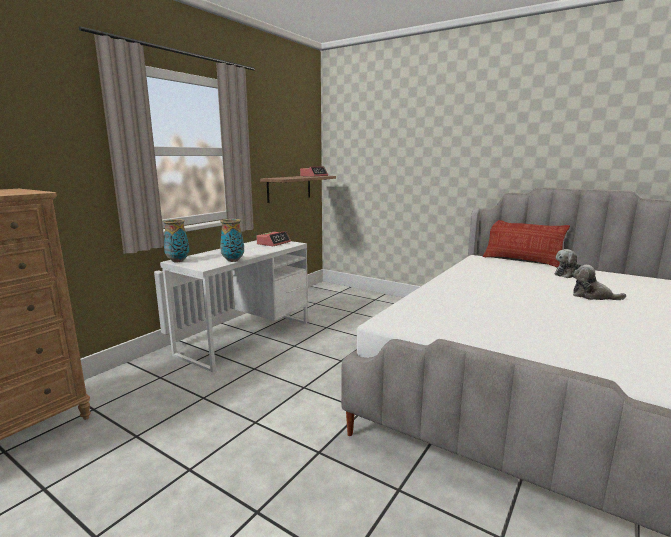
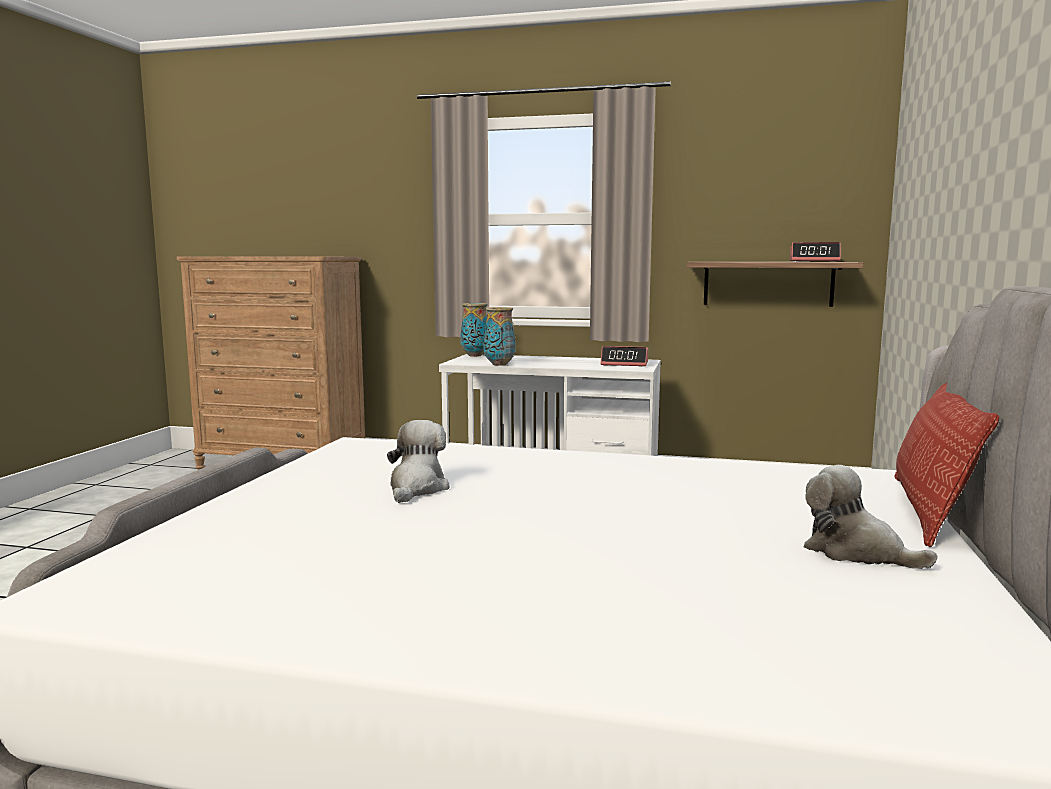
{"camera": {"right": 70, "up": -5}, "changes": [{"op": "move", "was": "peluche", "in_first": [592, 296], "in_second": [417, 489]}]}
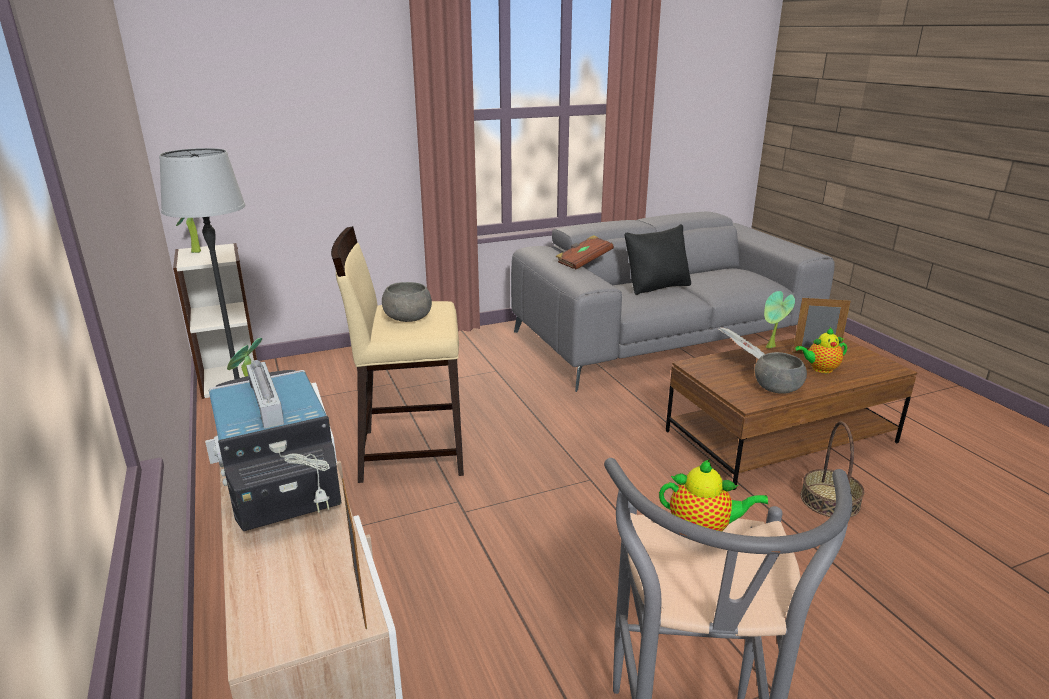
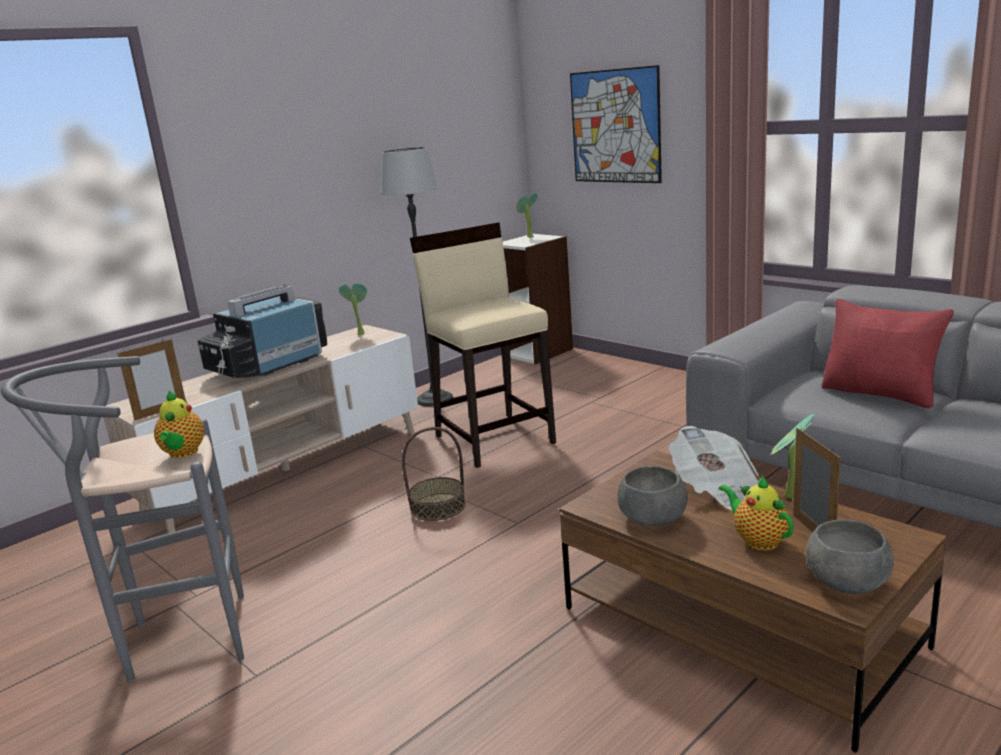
{"camera": {"right": 70, "up": -5}, "changes": [{"op": "move", "was": "cuenco/gris", "in_first": [408, 318], "in_second": [847, 581]}, {"op": "delete", "was": "libro/marrón", "in_first": [583, 262]}, {"op": "recolor", "was": "cojín/negro", "now": "cojín/rojo", "in_first": [657, 287], "in_second": [880, 394]}, {"op": "move", "was": "cesta", "in_first": [829, 501], "in_second": [438, 507]}, {"op": "insert", "now": "cuadro", "in_second": [615, 126]}]}
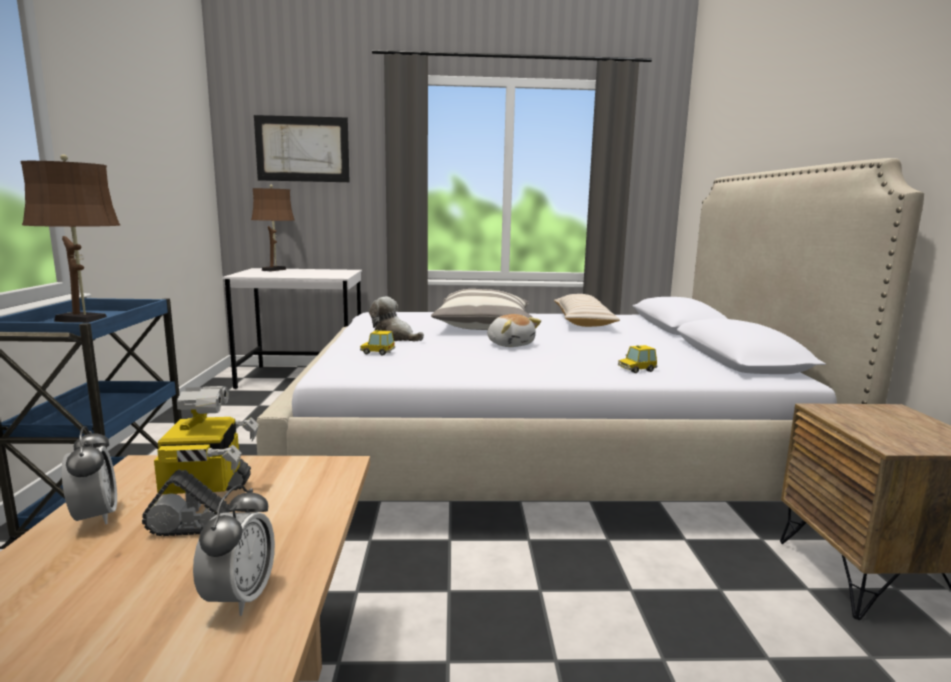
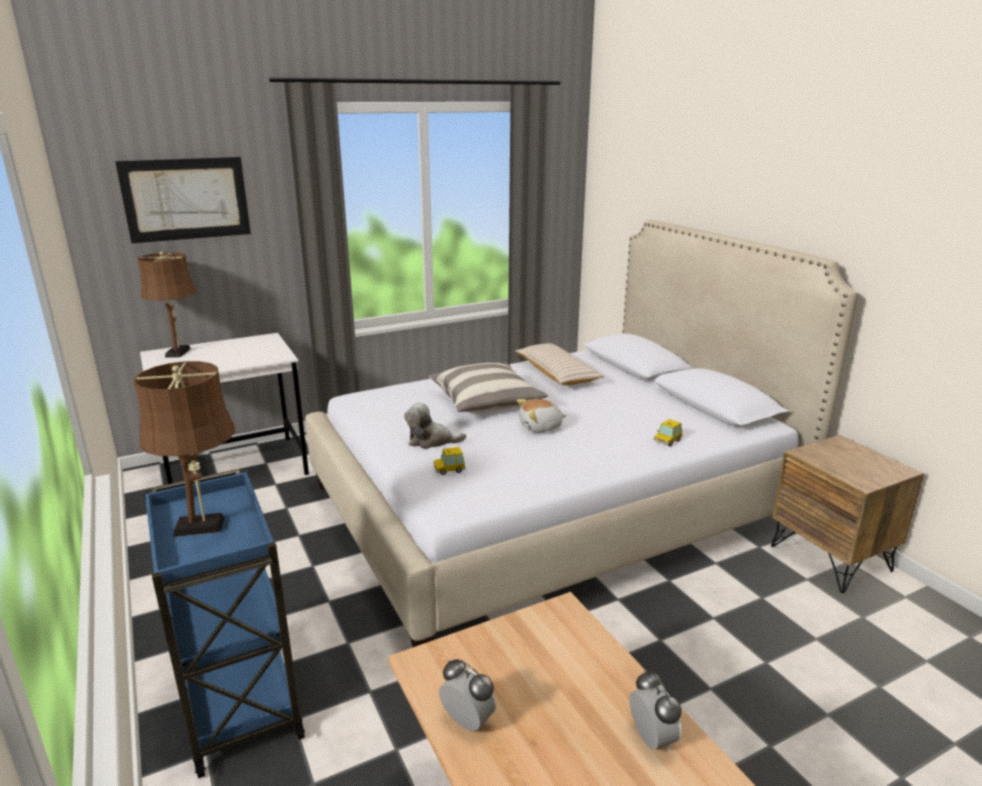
{"camera": {"right": -25, "up": 10}, "changes": [{"op": "delete", "was": "robot de juguete", "in_first": [205, 506]}, {"op": "rotate", "was": "peluche", "in_first": [510, 344], "in_second": [541, 427], "clockwise": 135}]}
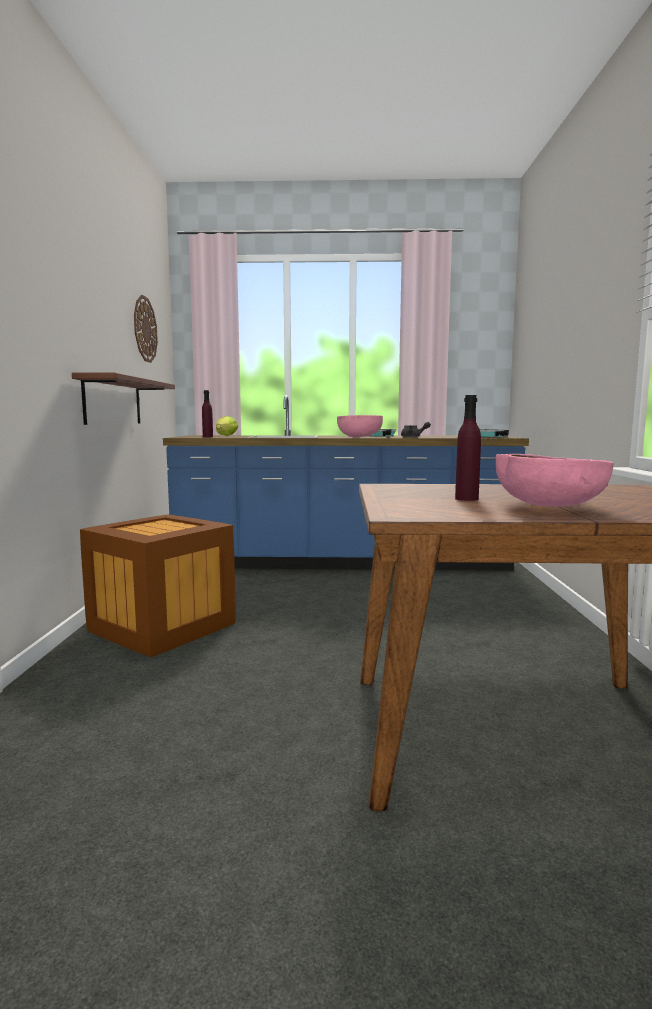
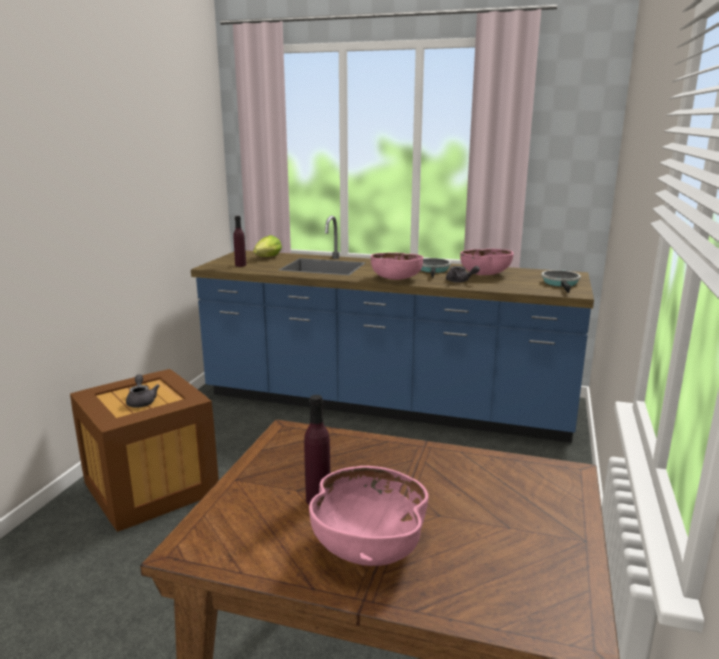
{"camera": {"right": 15, "up": 10}, "changes": [{"op": "delete", "was": "estante/marrón", "in_first": [113, 401]}, {"op": "delete", "was": "reloj de pared", "in_first": [144, 329]}, {"op": "insert", "now": "tetera/gris", "in_second": [141, 401]}, {"op": "insert", "now": "cuenco/rosa", "in_second": [485, 274]}]}
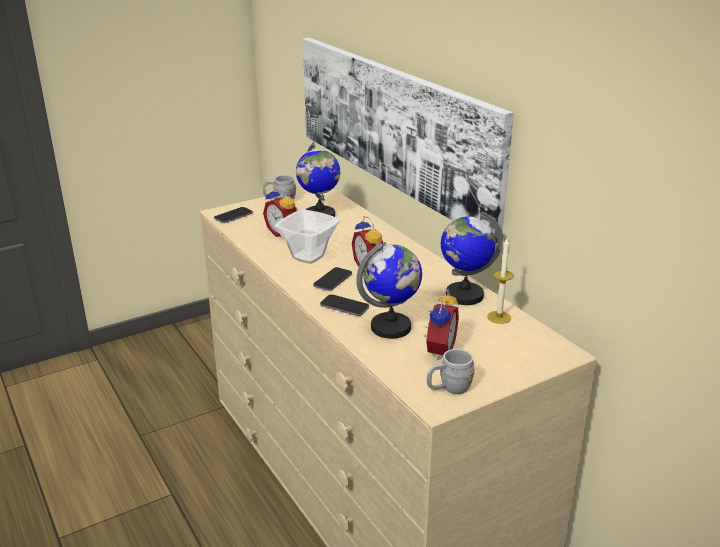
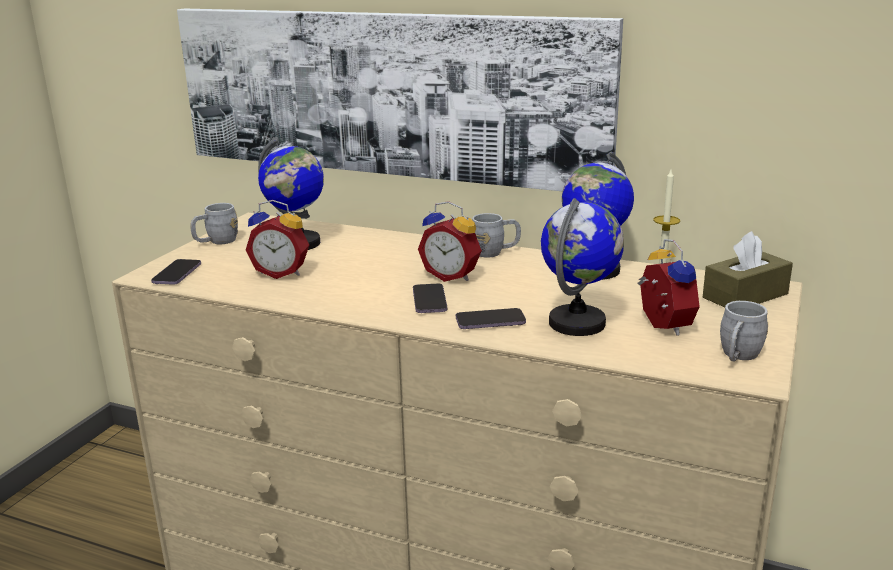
{"camera": {"right": -35, "up": -5}, "changes": [{"op": "delete", "was": "cuenco", "in_first": [310, 256]}, {"op": "insert", "now": "taza grande/gris", "in_second": [495, 252]}, {"op": "insert", "now": "caja de pañuelos/marrón", "in_second": [745, 296]}]}
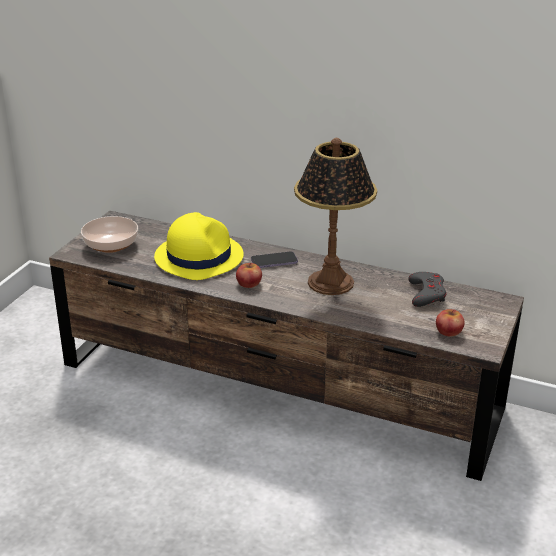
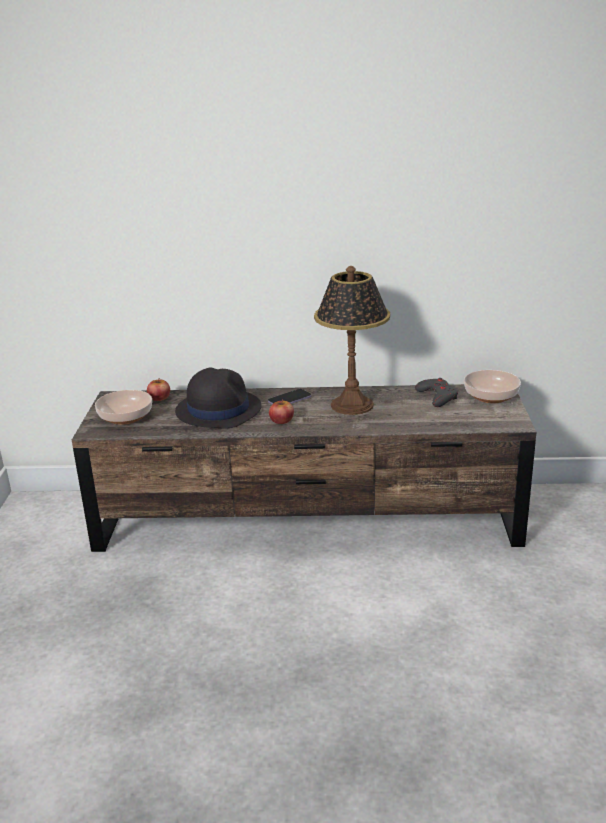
{"camera": {"right": -20, "up": -5}, "changes": [{"op": "recolor", "was": "sombrero/amarillo", "now": "sombrero/negro", "in_first": [199, 256], "in_second": [218, 409]}, {"op": "move", "was": "manzana", "in_first": [449, 331], "in_second": [159, 398]}, {"op": "insert", "now": "cuenco", "in_second": [490, 396]}]}
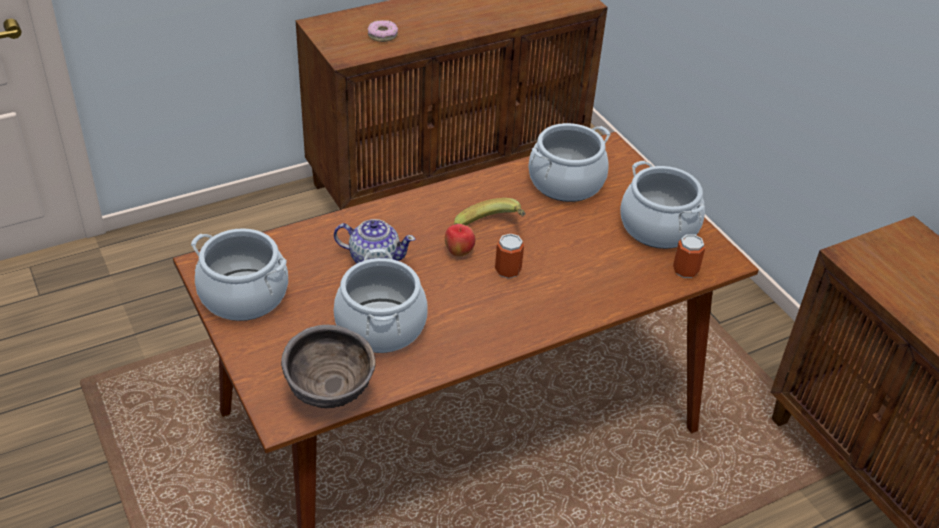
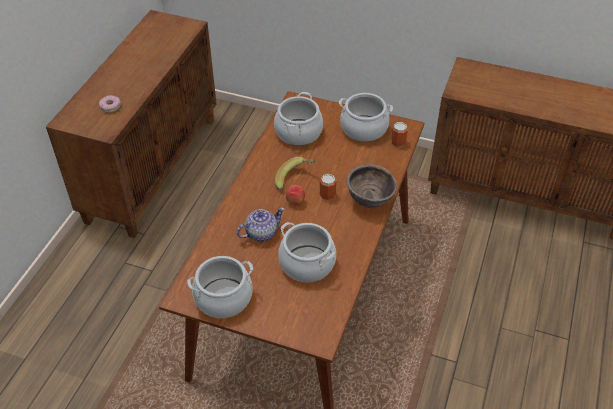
{"camera": {"right": -40, "up": 5}, "changes": [{"op": "move", "was": "cuenco/marrón", "in_first": [329, 395], "in_second": [370, 201]}]}
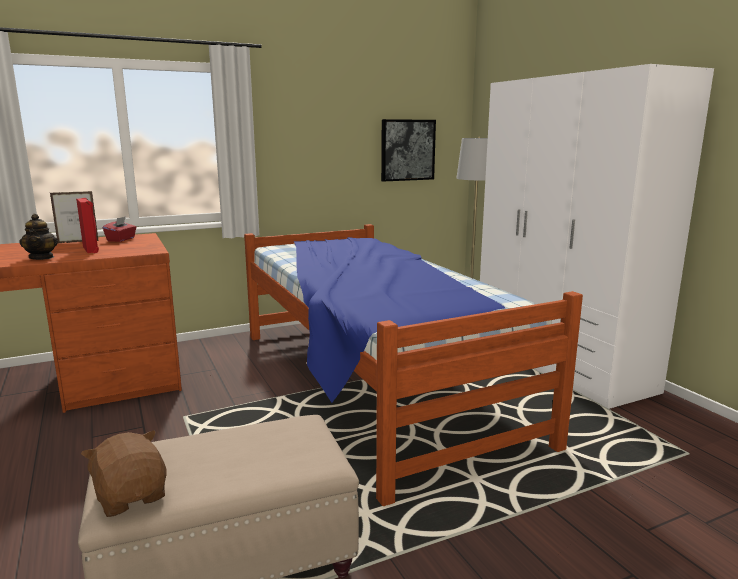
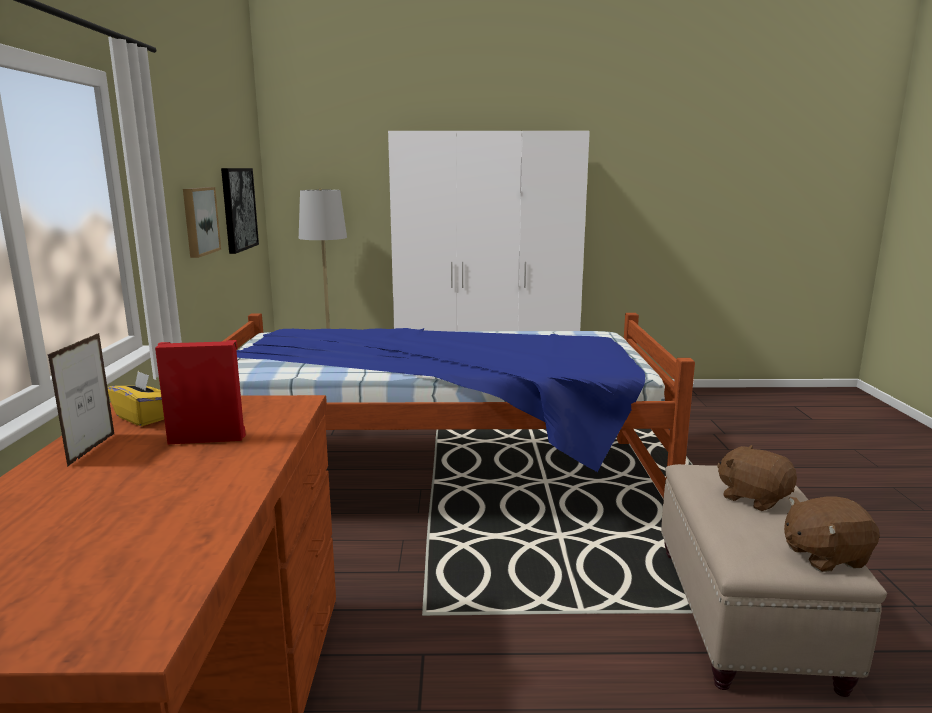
{"camera": {"right": -65, "up": 0}, "changes": [{"op": "delete", "was": "tetera", "in_first": [42, 257]}, {"op": "recolor", "was": "caja de pañuelos/rojo", "now": "caja de pañuelos/amarillo", "in_first": [121, 239], "in_second": [143, 417]}, {"op": "insert", "now": "cuadro", "in_second": [199, 221]}, {"op": "insert", "now": "peluche/marrón", "in_second": [753, 498]}]}
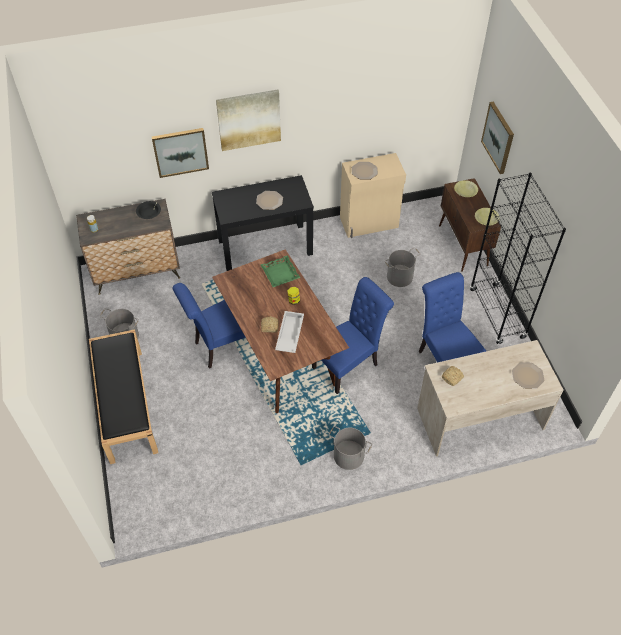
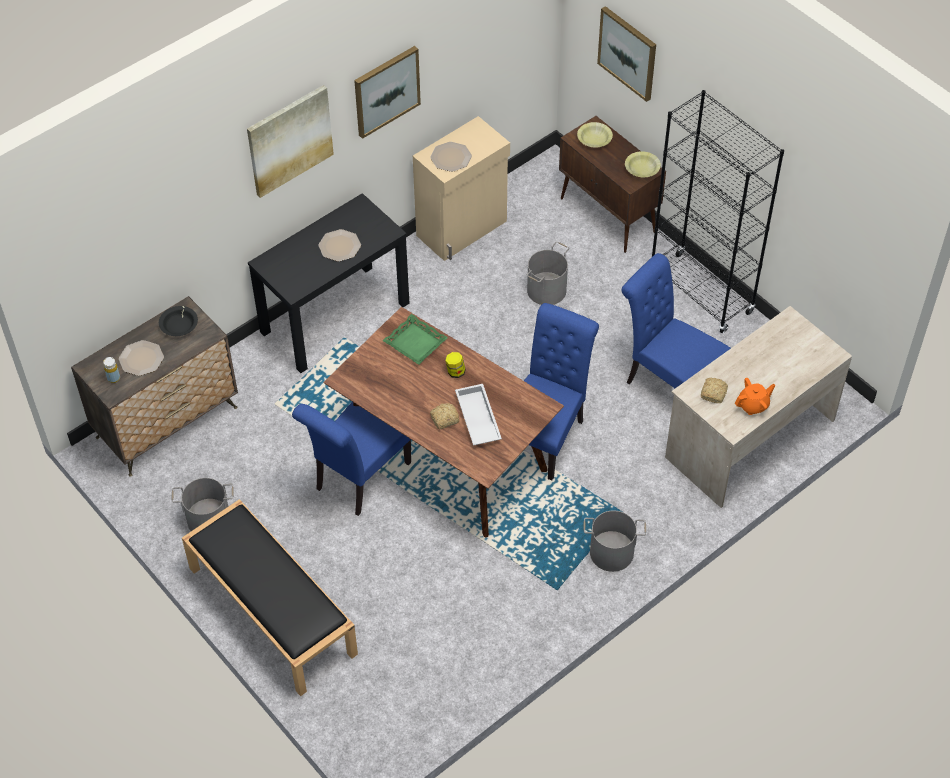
{"camera": {"right": -25, "up": 0}, "changes": [{"op": "move", "was": "cuadro", "in_first": [180, 152], "in_second": [386, 91]}, {"op": "move", "was": "plato", "in_first": [527, 375], "in_second": [141, 358]}, {"op": "insert", "now": "tetera/naranja", "in_second": [753, 405]}]}
